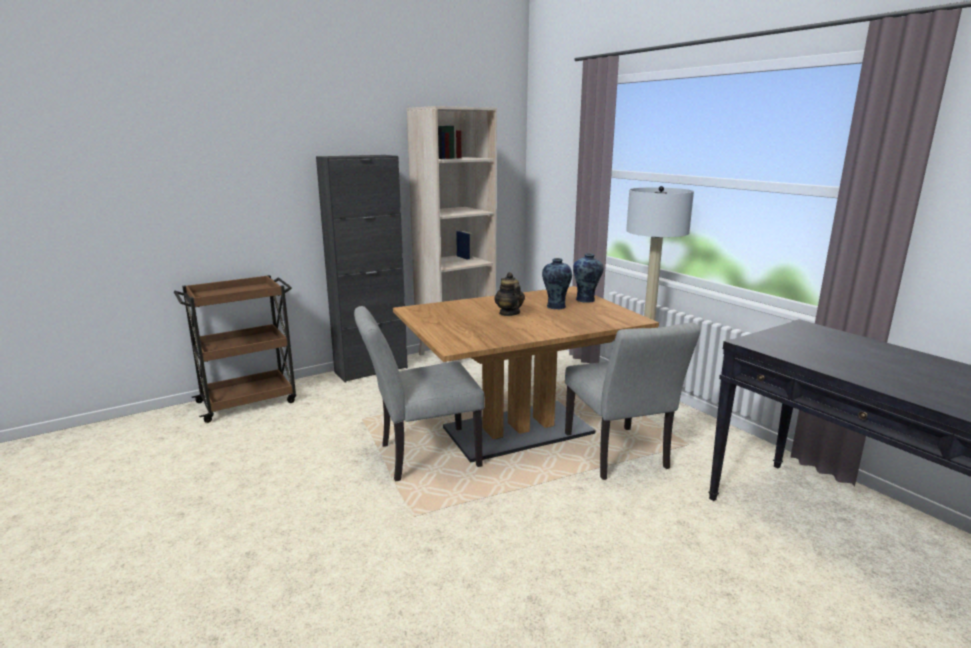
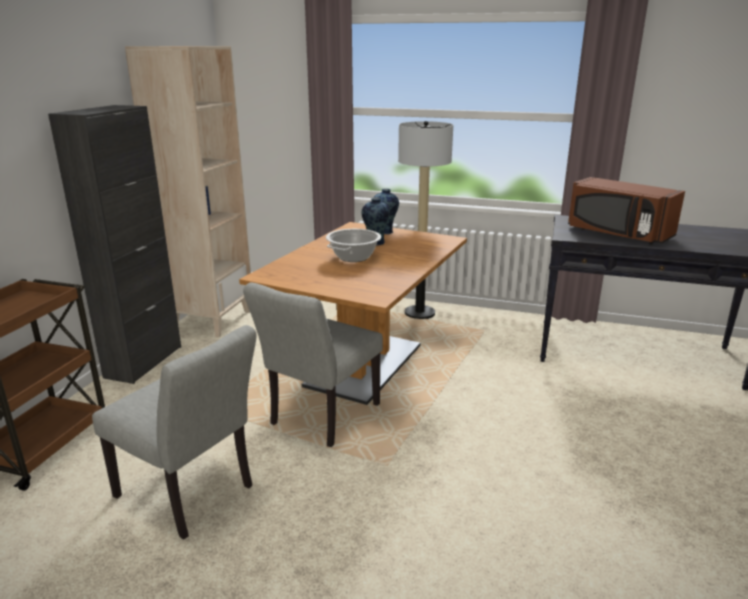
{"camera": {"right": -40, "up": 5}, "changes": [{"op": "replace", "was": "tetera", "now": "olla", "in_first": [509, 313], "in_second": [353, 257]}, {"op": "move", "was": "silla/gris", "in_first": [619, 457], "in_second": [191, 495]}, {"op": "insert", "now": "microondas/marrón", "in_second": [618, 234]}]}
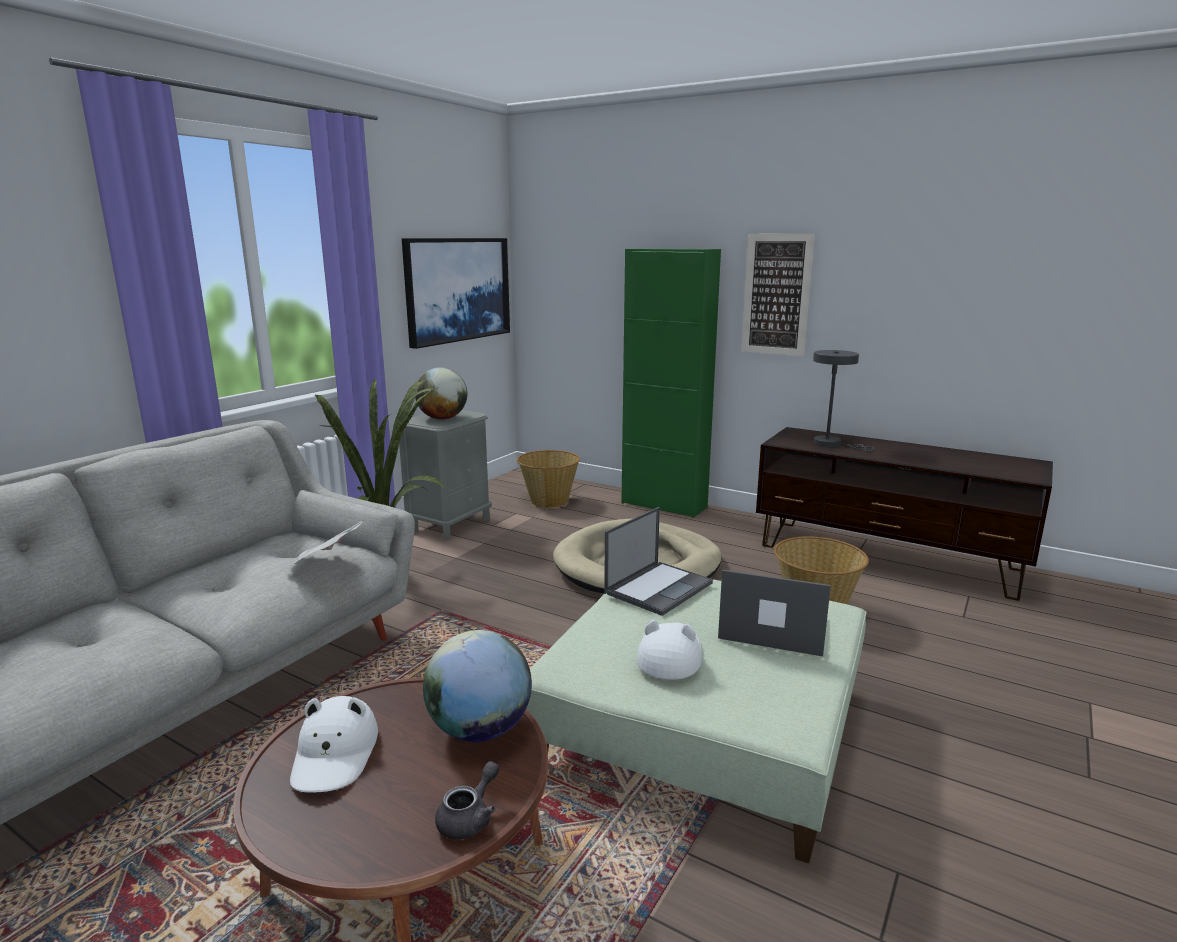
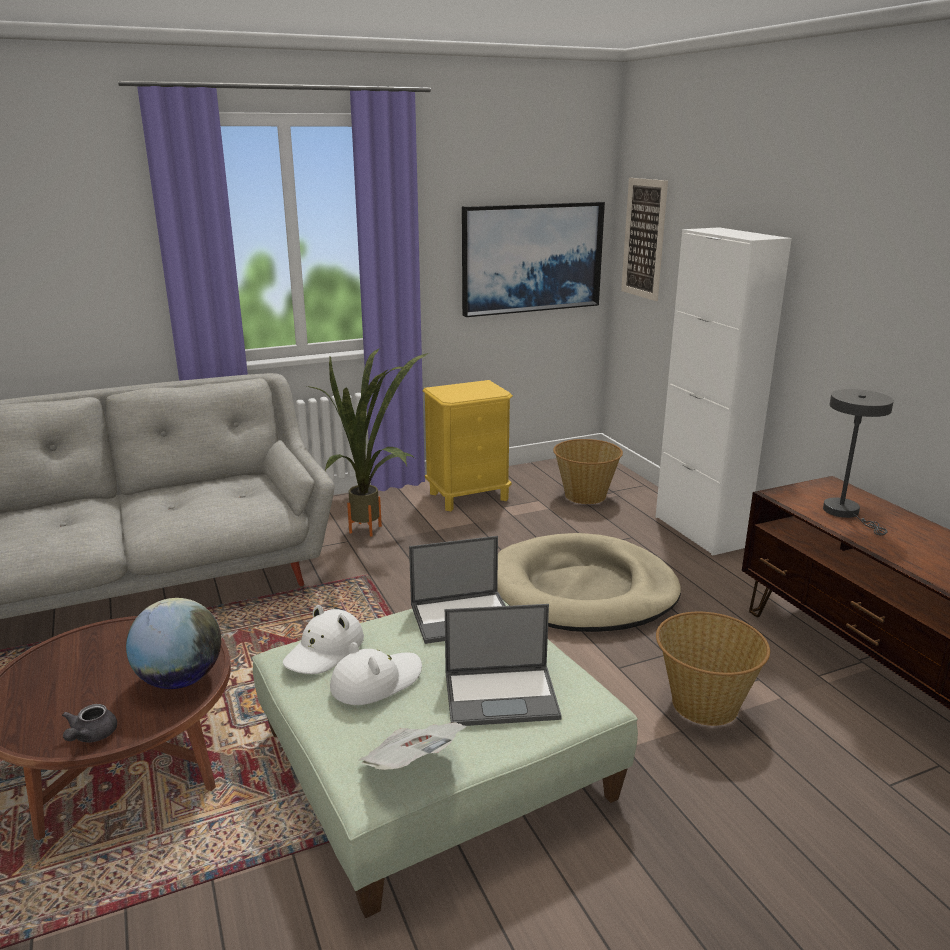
{"camera": {"right": 35, "up": 5}, "changes": [{"op": "move", "was": "periódico", "in_first": [327, 563], "in_second": [412, 766]}, {"op": "move", "was": "sombrero/blanco", "in_first": [335, 755], "in_second": [324, 651]}, {"op": "recolor", "was": "mesita de noche/gris", "now": "mesita de noche/amarillo", "in_first": [451, 524], "in_second": [469, 496]}, {"op": "delete", "was": "globo terráqueo", "in_first": [443, 418]}, {"op": "rotate", "was": "tetera/gris", "in_first": [470, 818], "in_second": [91, 736], "clockwise": 120}, {"op": "recolor", "was": "armario/verde", "now": "armario/blanco", "in_first": [664, 505], "in_second": [699, 531]}, {"op": "rotate", "was": "portátil", "in_first": [771, 628], "in_second": [502, 695], "clockwise": 120}, {"op": "move", "was": "cuadro", "in_first": [776, 295], "in_second": [644, 238]}]}
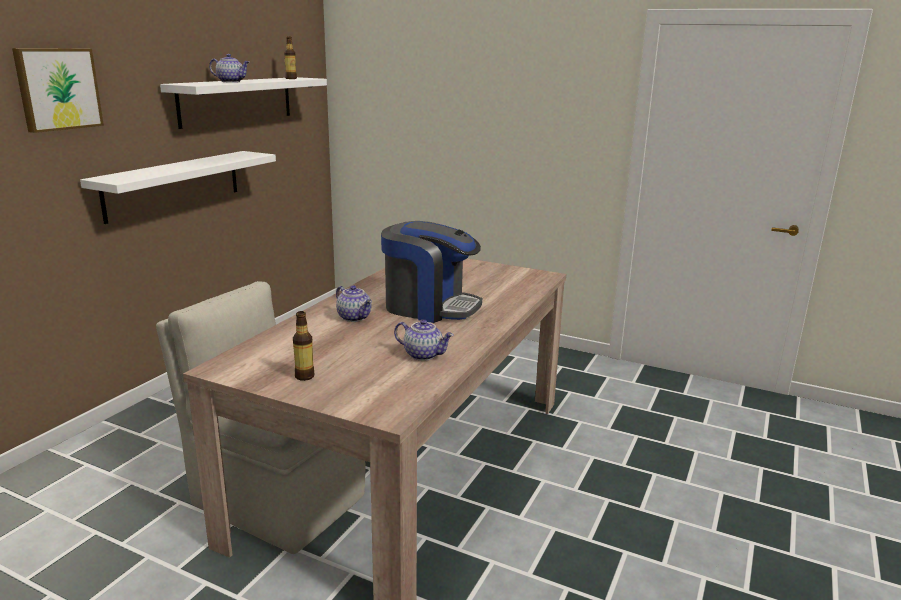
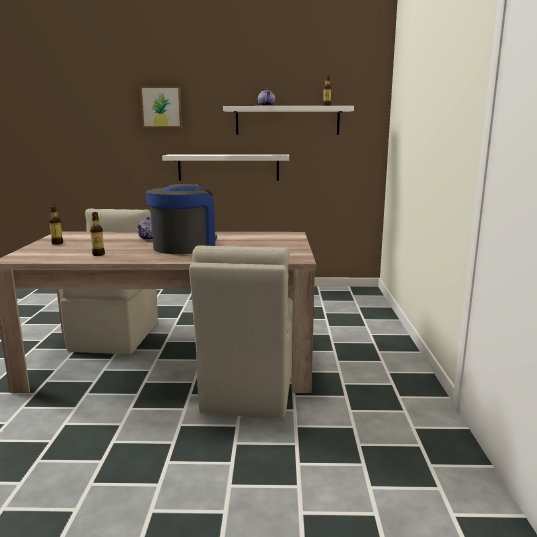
{"camera": {"right": 65, "up": -5}, "changes": [{"op": "rotate", "was": "cafetera", "in_first": [430, 307], "in_second": [184, 246], "clockwise": -150}, {"op": "replace", "was": "tetera", "now": "botella", "in_first": [424, 355], "in_second": [98, 254]}, {"op": "insert", "now": "silla/beis", "in_second": [248, 390]}]}
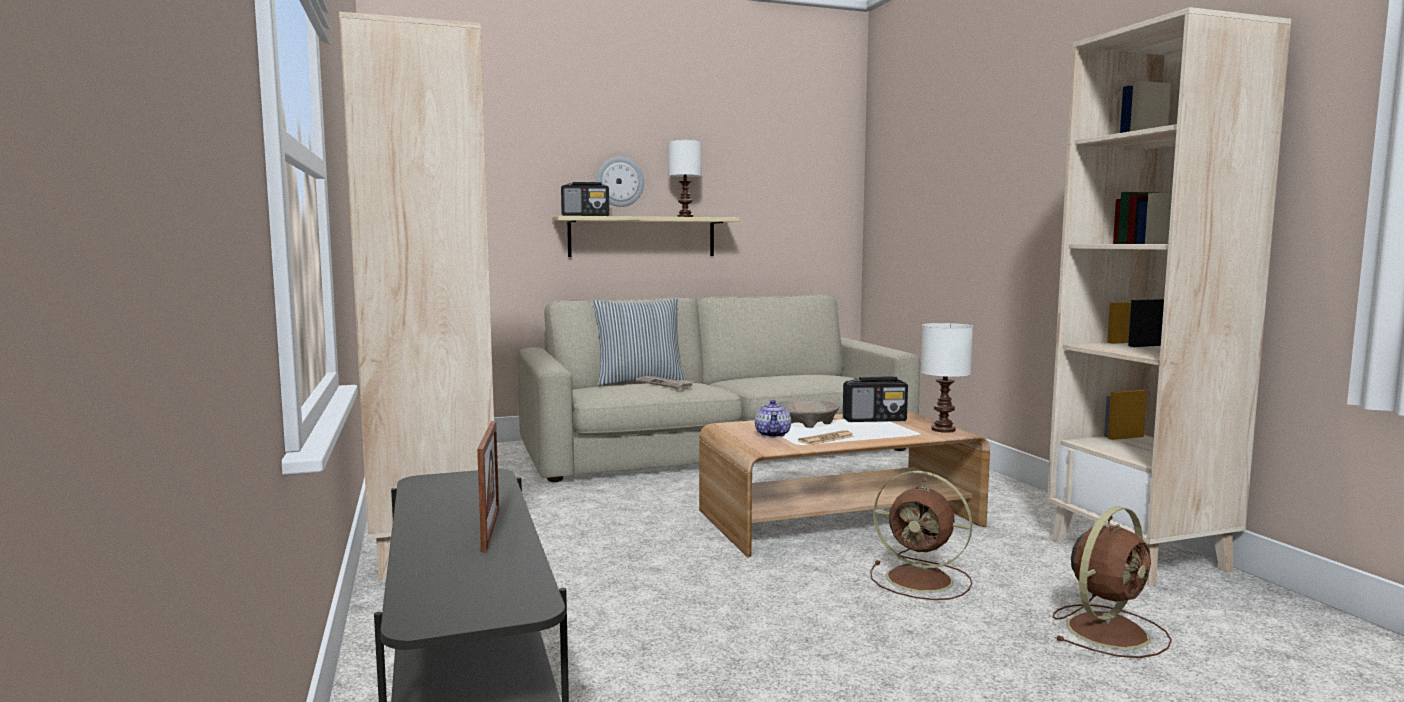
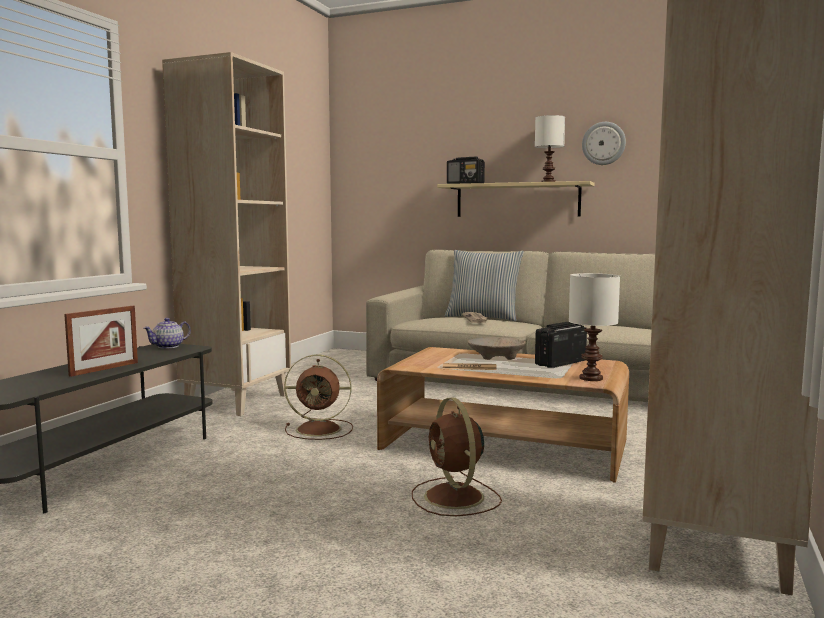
{"camera": {"right": 40, "up": 0}, "changes": [{"op": "move", "was": "reloj de pared", "in_first": [620, 182], "in_second": [603, 143]}, {"op": "move", "was": "tetera", "in_first": [773, 434], "in_second": [168, 346]}, {"op": "rotate", "was": "radio", "in_first": [875, 420], "in_second": [560, 363], "clockwise": 105}, {"op": "move", "was": "ventilador/marrón", "in_first": [1109, 630], "in_second": [320, 429]}]}
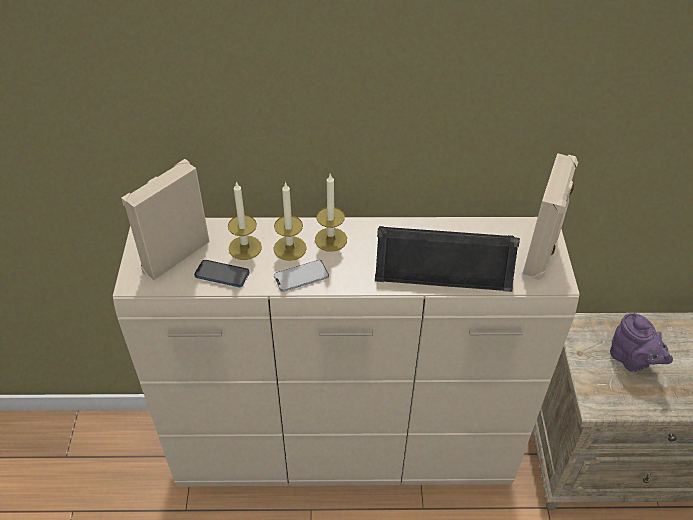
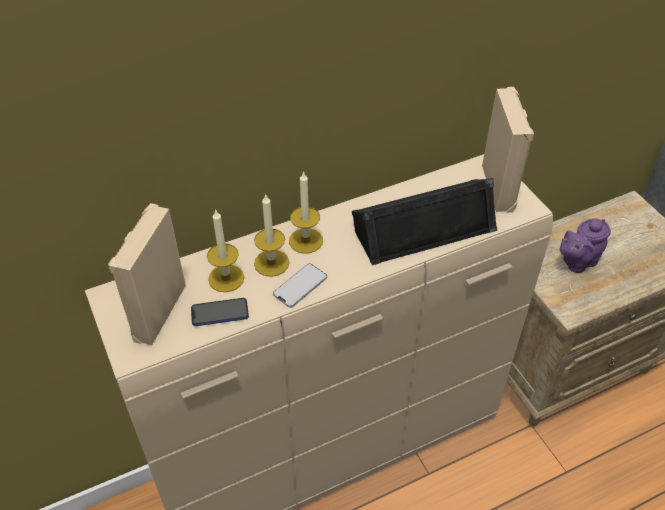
{"camera": {"right": -25, "up": 0}, "changes": [{"op": "rotate", "was": "tetera/morado", "in_first": [632, 360], "in_second": [577, 262], "clockwise": 120}]}
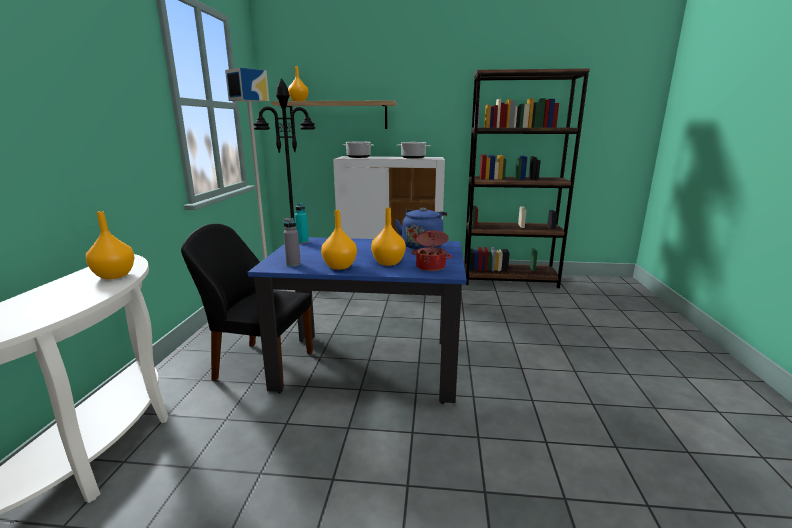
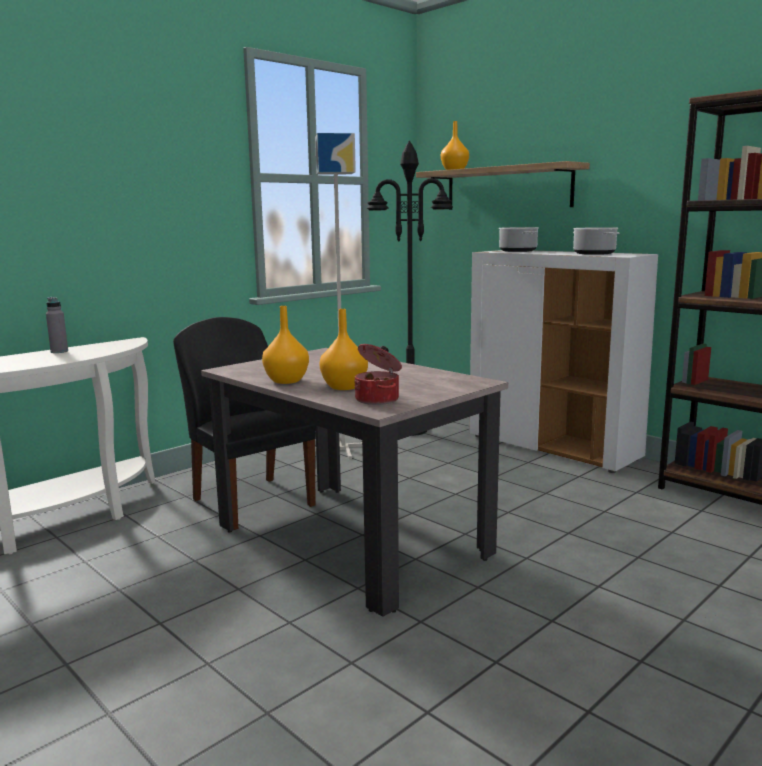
{"camera": {"right": 40, "up": -5}, "changes": [{"op": "delete", "was": "florero/naranja", "in_first": [115, 275]}, {"op": "recolor", "was": "mesa de comedor/azul", "now": "mesa de comedor/beis", "in_first": [368, 366], "in_second": [351, 540]}, {"op": "move", "was": "botella/gris", "in_first": [293, 264], "in_second": [59, 351]}, {"op": "delete", "was": "botella/turquesa", "in_first": [302, 242]}, {"op": "delete", "was": "hervidor/azul", "in_first": [422, 245]}]}
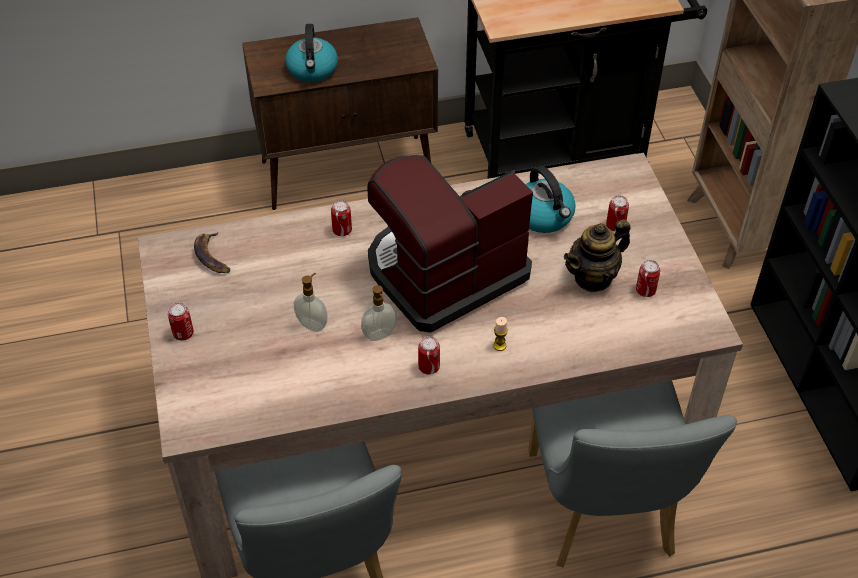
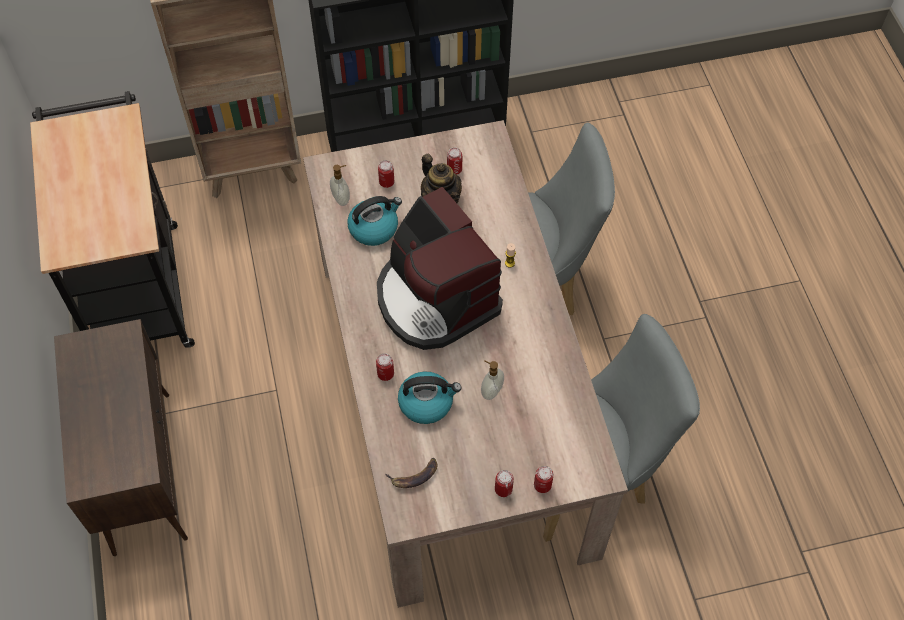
{"camera": {"right": -90, "up": 10}, "changes": [{"op": "move", "was": "hervidor", "in_first": [312, 70], "in_second": [427, 402]}, {"op": "move", "was": "dispensador de jabón", "in_first": [380, 335], "in_second": [341, 199]}, {"op": "move", "was": "lata", "in_first": [429, 367], "in_second": [542, 485]}]}
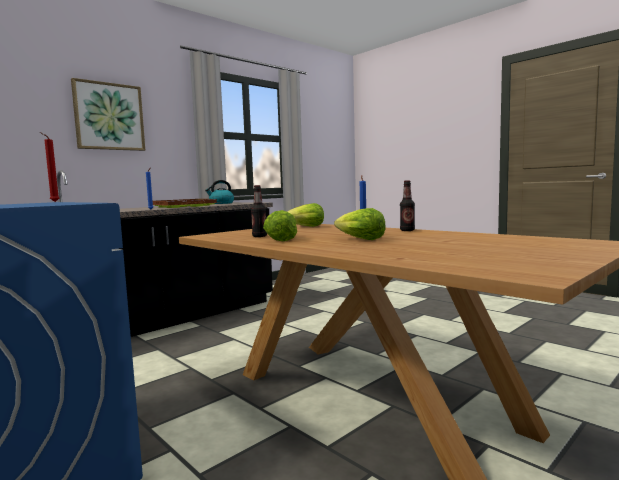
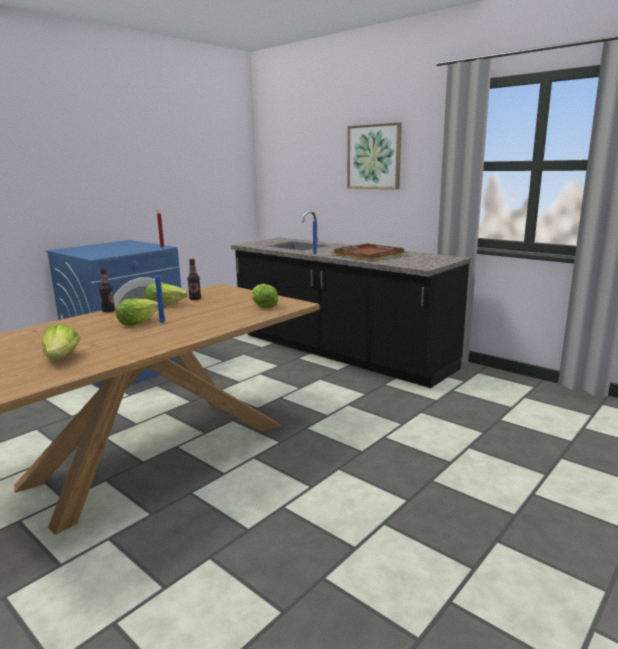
{"camera": {"right": 85, "up": 10}, "changes": [{"op": "delete", "was": "hervidor", "in_first": [221, 203]}, {"op": "move", "was": "botella", "in_first": [407, 230], "in_second": [108, 311]}, {"op": "insert", "now": "lechuga", "in_second": [62, 358]}]}
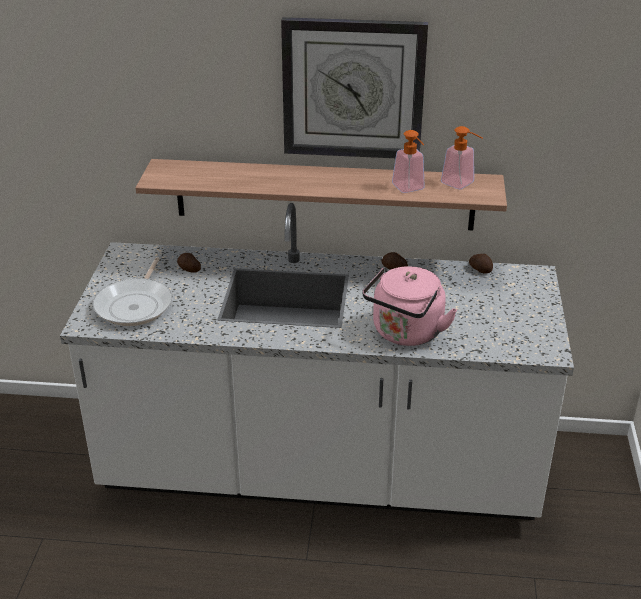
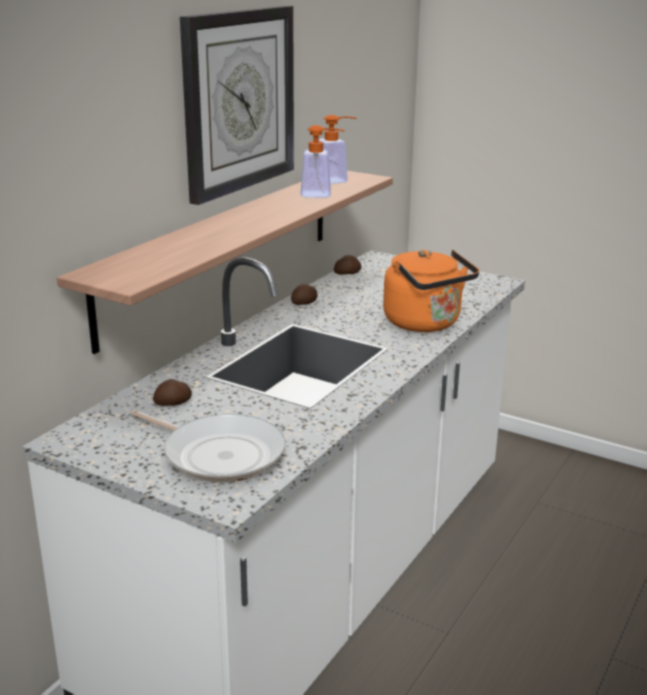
{"camera": {"right": -65, "up": -10}, "changes": [{"op": "recolor", "was": "hervidor/rosa", "now": "hervidor/naranja", "in_first": [405, 334], "in_second": [425, 324]}]}
